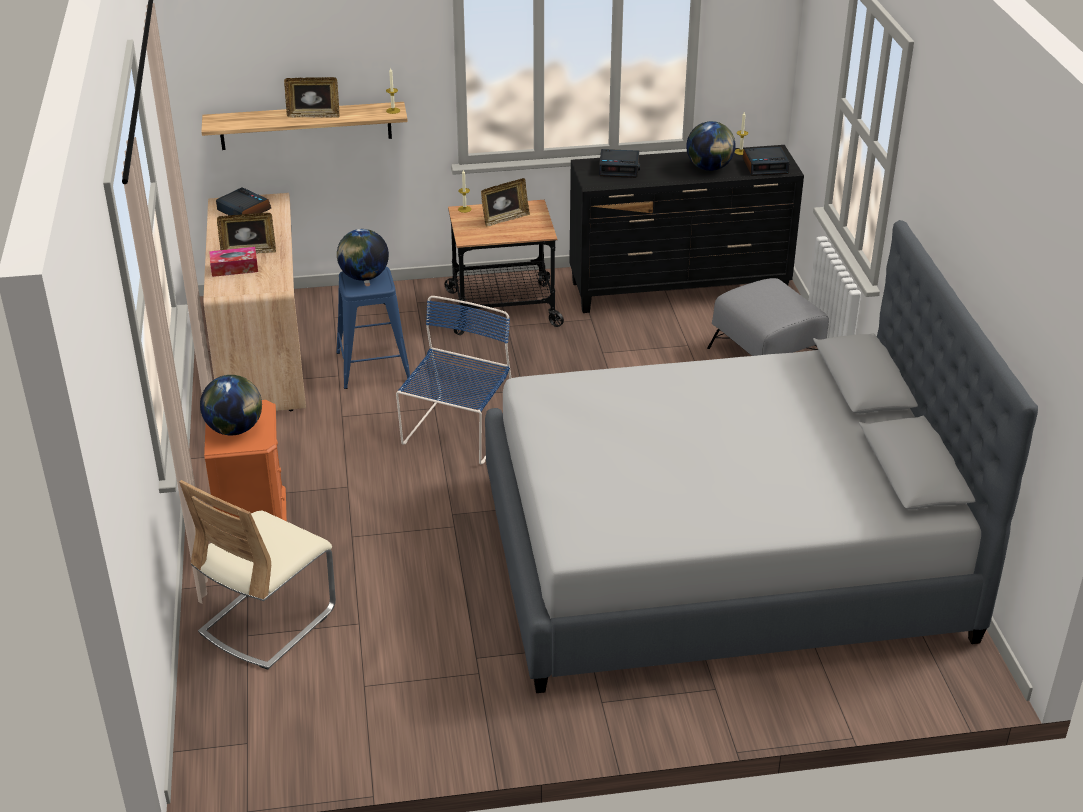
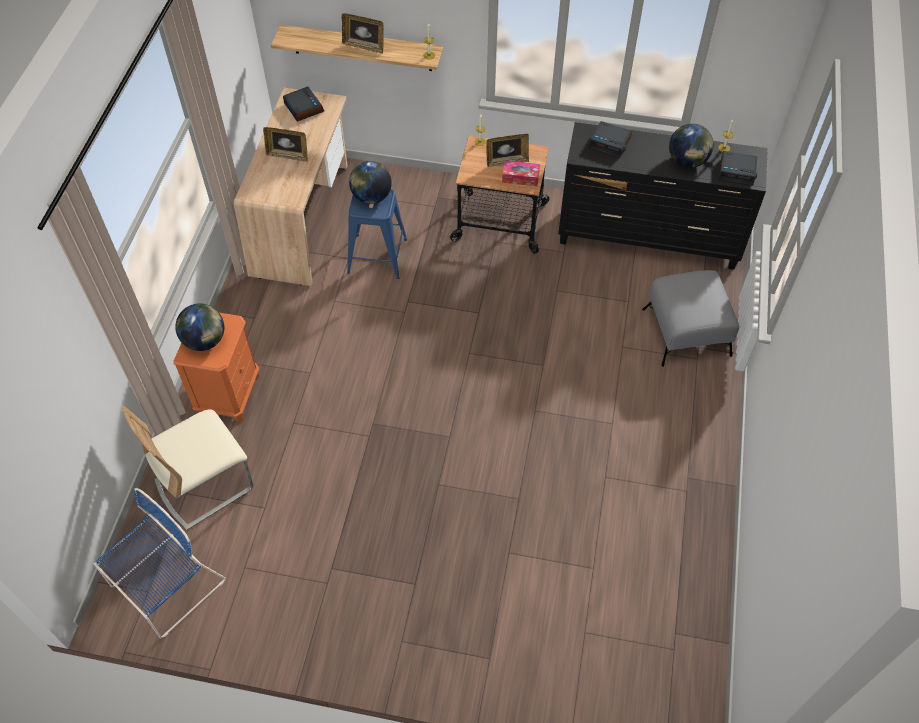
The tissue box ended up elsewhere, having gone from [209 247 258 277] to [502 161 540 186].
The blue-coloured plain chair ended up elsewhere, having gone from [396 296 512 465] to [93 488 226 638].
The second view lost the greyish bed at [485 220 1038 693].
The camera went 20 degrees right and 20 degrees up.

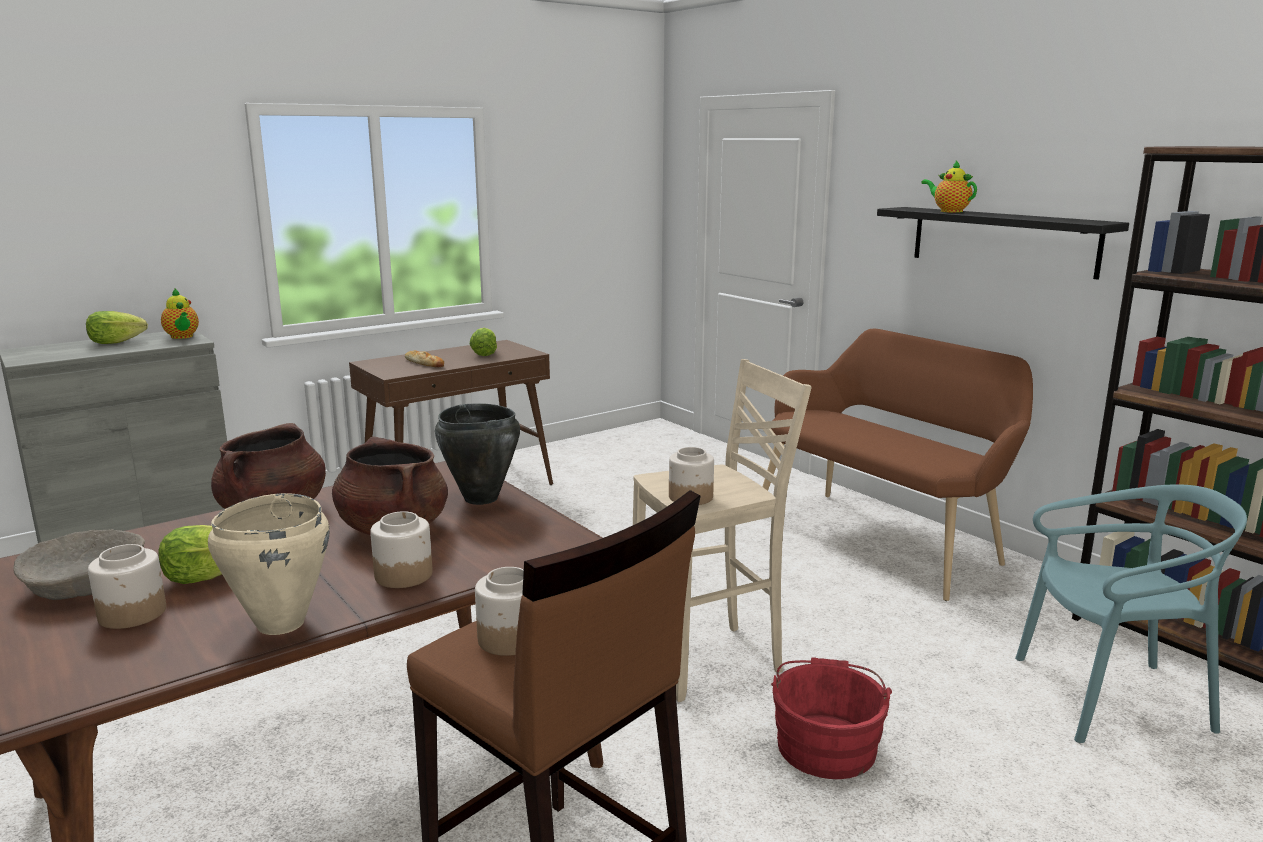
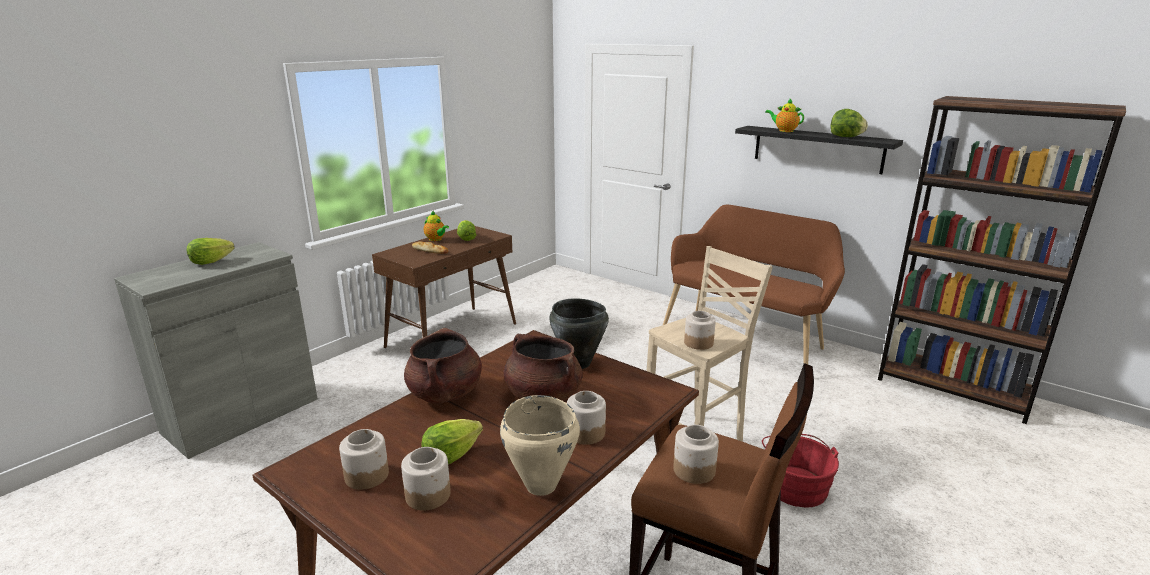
Where the beige-coloured serving bowl stood at [13 529 145 600], the preserve jar came to stand at [339 429 389 490].
The teapot ended up elsewhere, having gone from [161 289 199 339] to [424 211 449 241].
The second view lost the turquoise plain chair at [1015 485 1247 743].
The second view gained the head of lettuce at [830 109 868 137].
The camera went 15 degrees left and 5 degrees up.

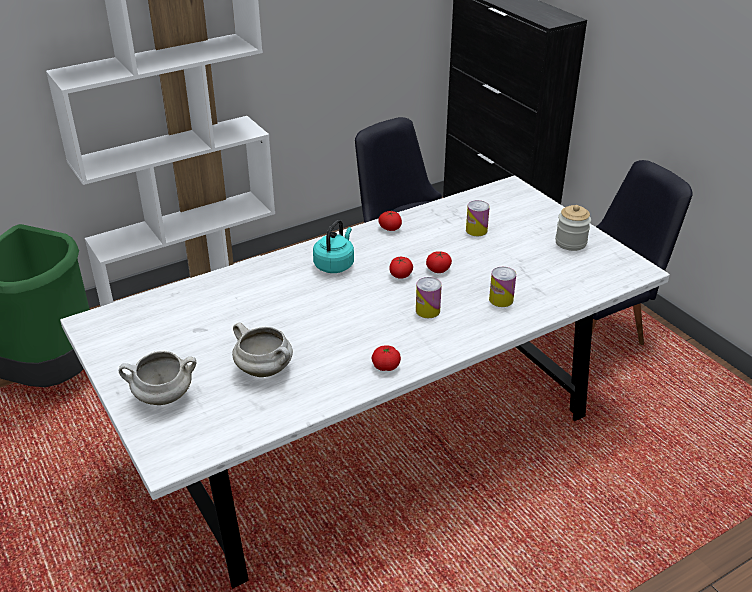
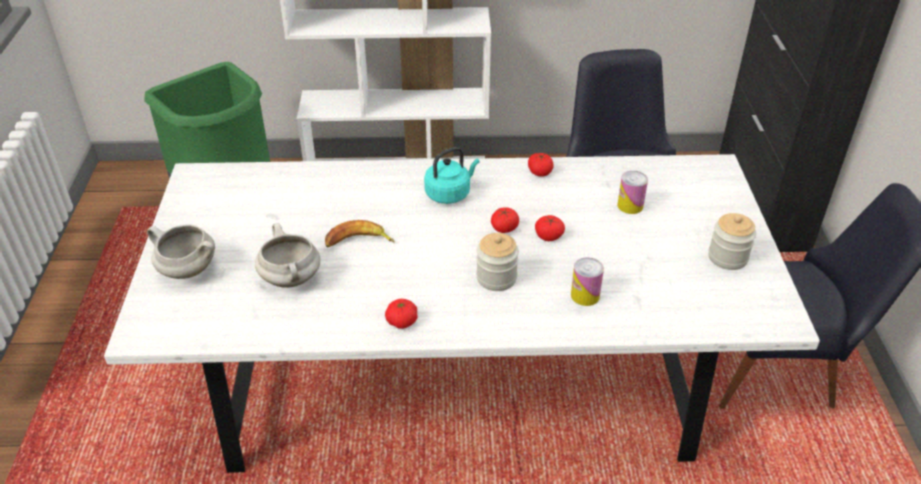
Where the sealed can stood at [416 277 442 318], the preserve jar came to stand at [476 233 519 291].
The second view gained the banana at [325 220 395 247].
The camera went 30 degrees right and 5 degrees up.

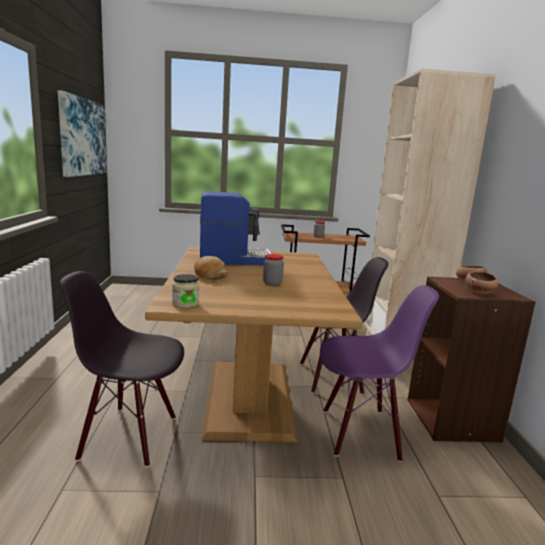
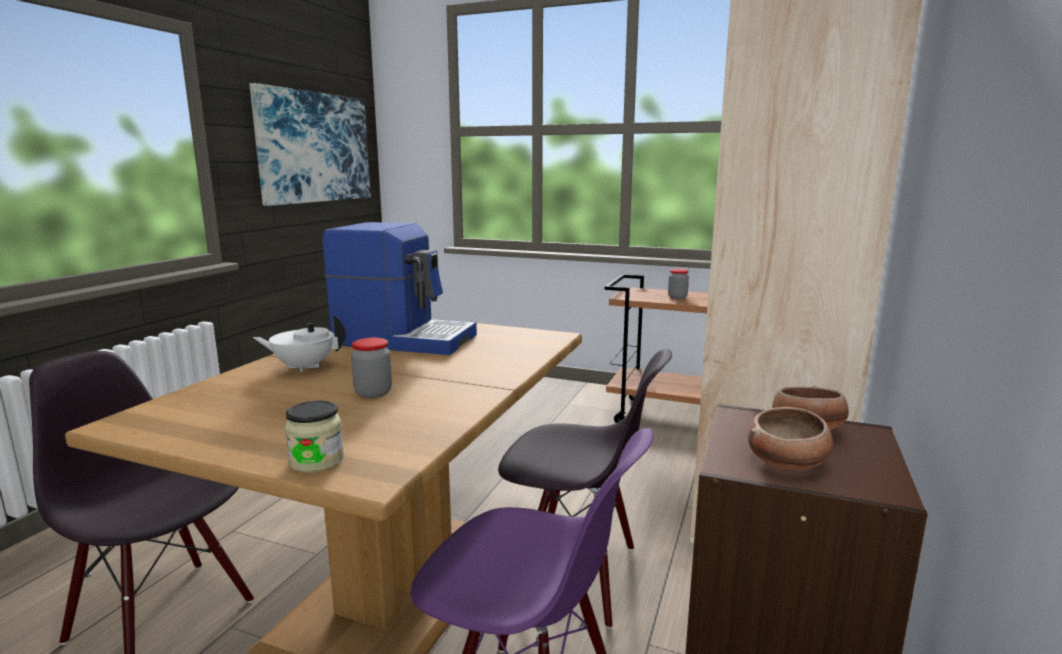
The preserve jar ended up elsewhere, having gone from [172 274 199 308] to [285 401 344 473].
Where the bread stood at [194 256 228 280], the white-coloured teapot came to stand at [253 315 346 372].
The camera went 25 degrees right and 0 degrees up.

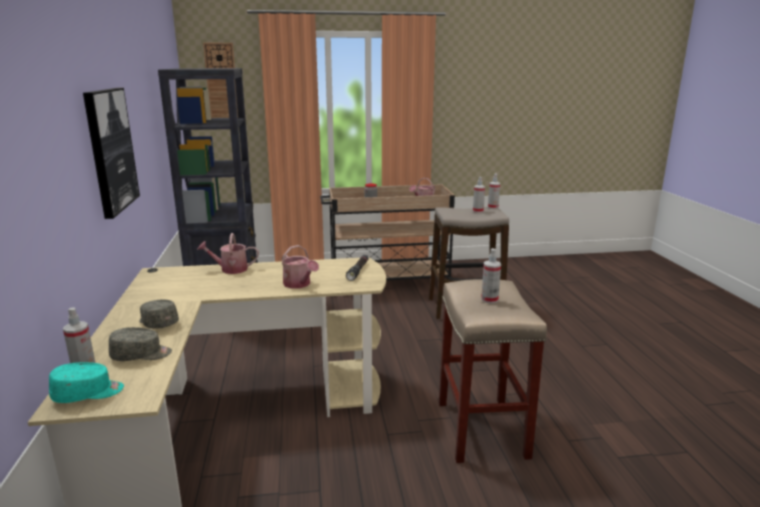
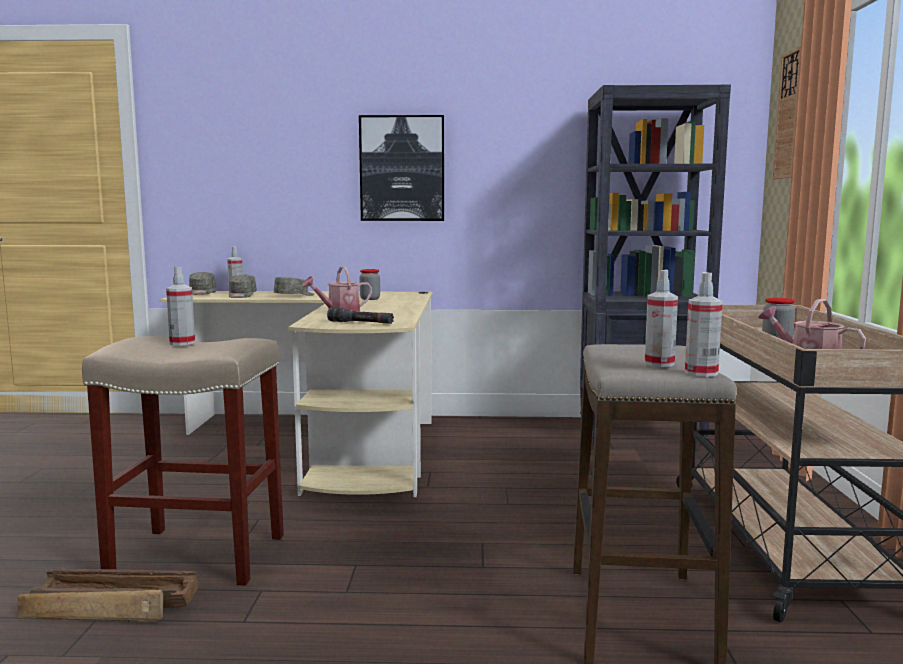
What was the turquoise peaked cap at [49 362 124 403] turned into the greyish peaked cap at [189 272 216 295].
The second view lost the watering pot at [197 233 259 274].
The second view gained the crate at [17 569 198 622].
The second view gained the preserve jar at [360 269 380 300].
The camera went 100 degrees right and 10 degrees down.

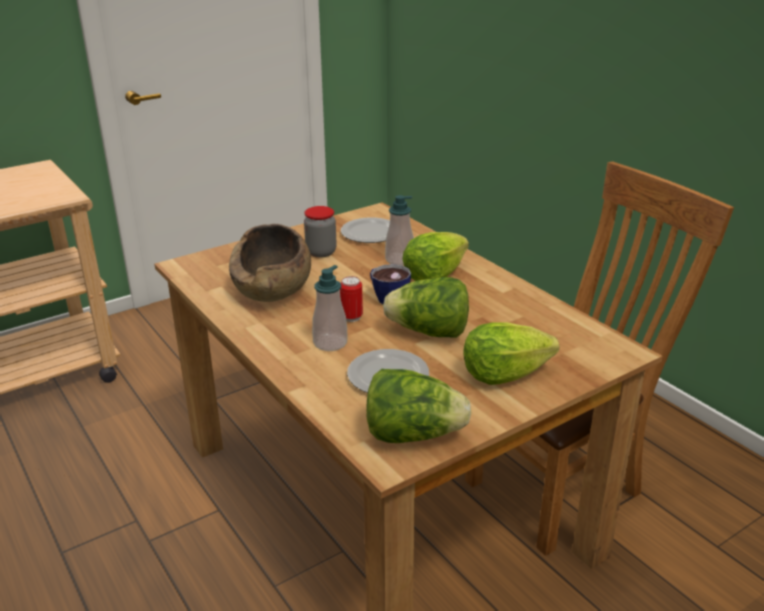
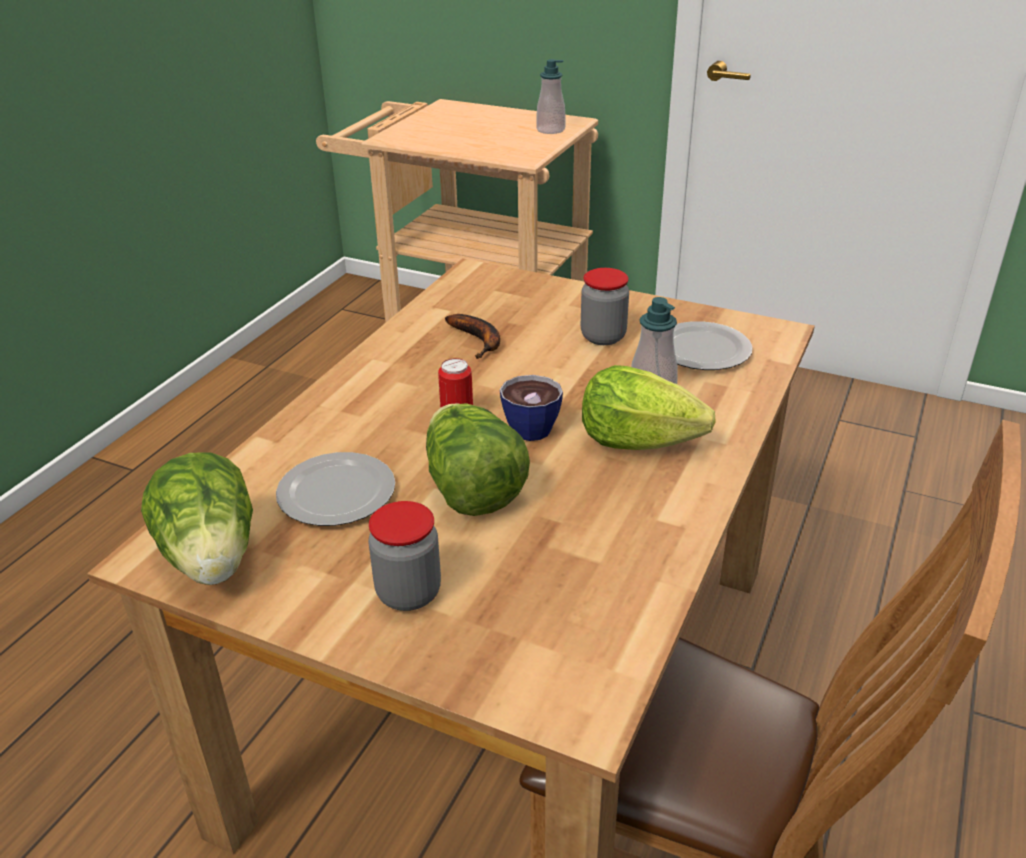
Where the brown-coloured serving bowl stood at [229 224 311 302], the banana came to stand at [445 314 500 359].
The soap bottle ended up elsewhere, having gone from [312 265 348 351] to [536 59 566 134].
Where the head of lettuce stood at [463 322 559 385], the preserve jar came to stand at [368 501 441 611].
The camera went 60 degrees right and 5 degrees up.

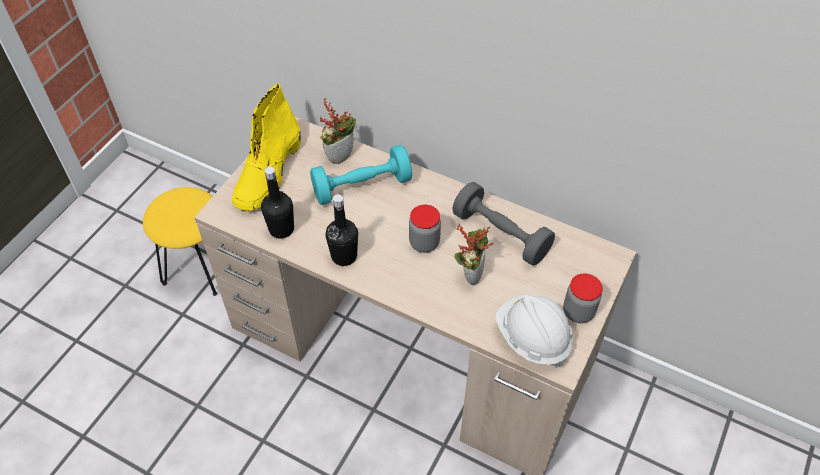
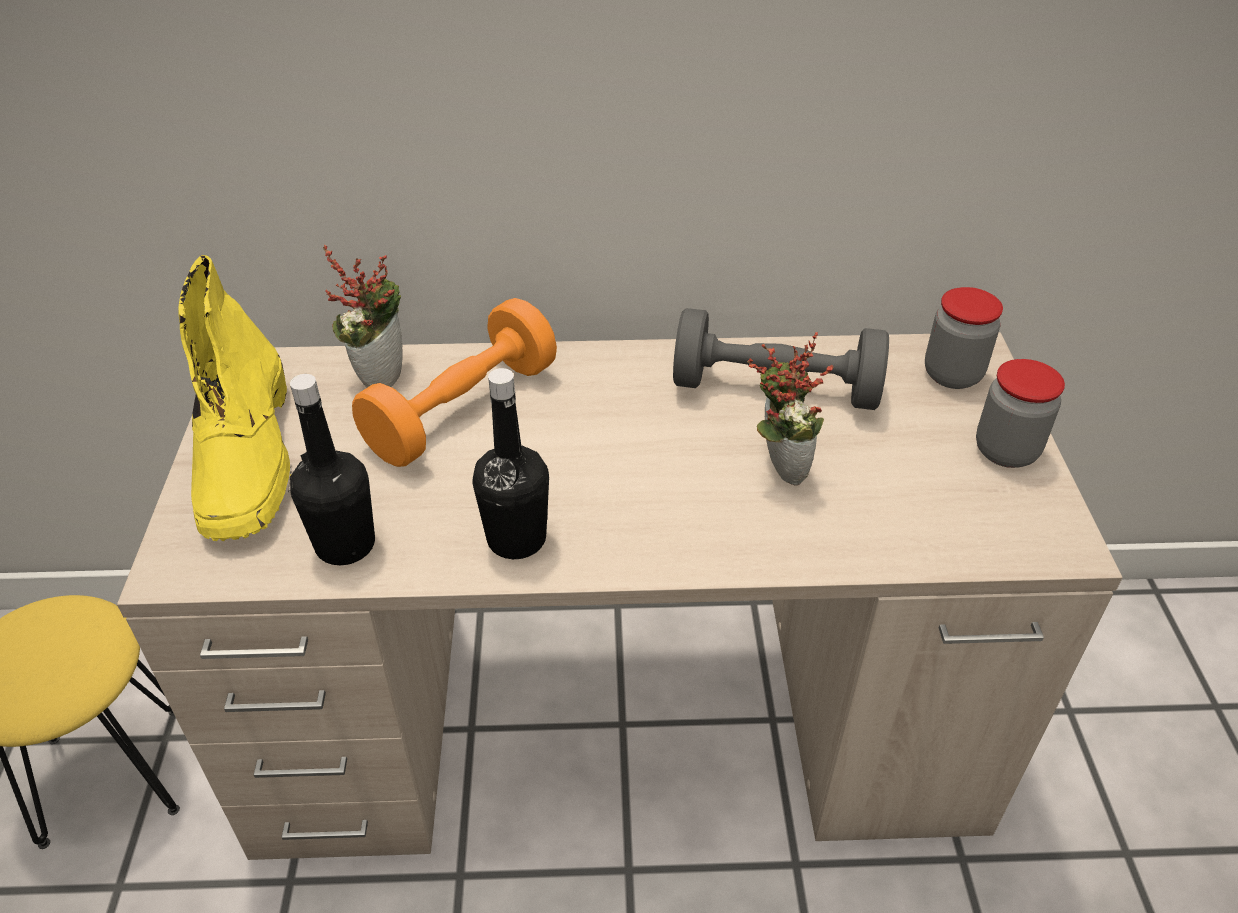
What was the turquoise hand weight at [310 145 412 205] turned into the orangey hand weight at [352 298 557 467].
The preserve jar ended up elsewhere, having gone from [409 205 441 253] to [925 287 1003 389].
The second view lost the white-coloured hard hat at [495 294 573 368].
The camera went 30 degrees left and 10 degrees down.

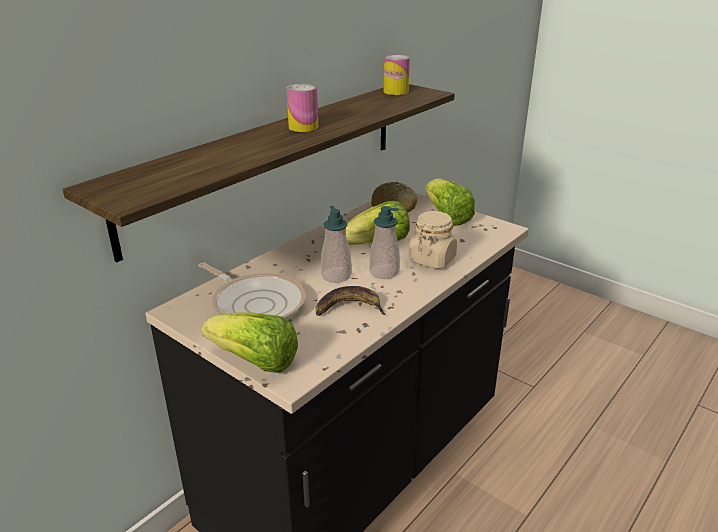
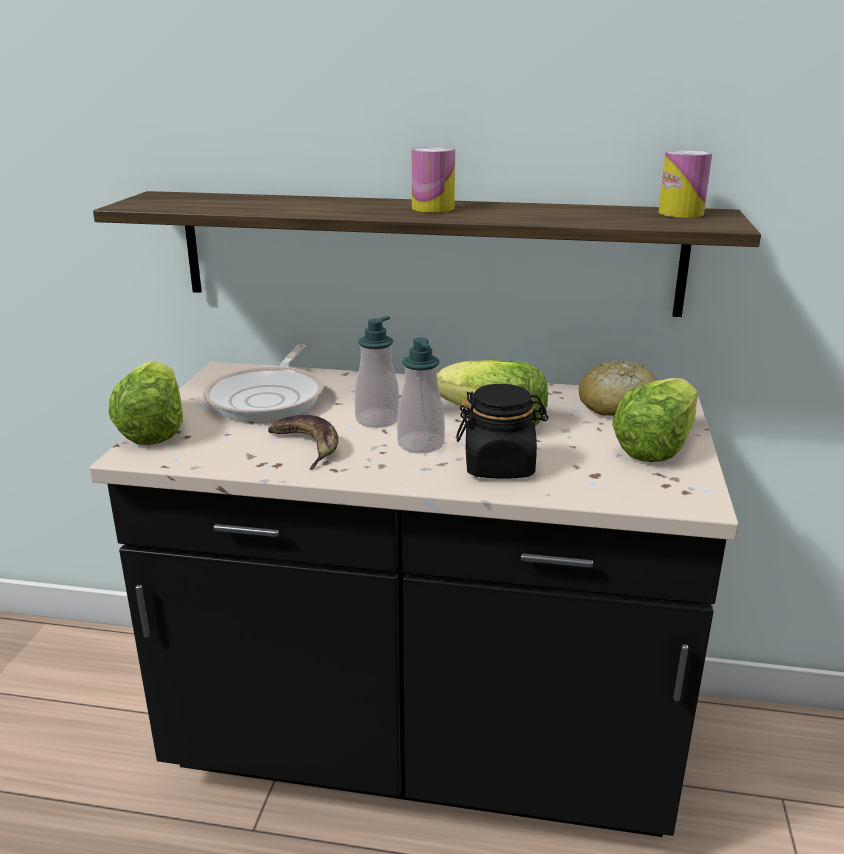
What was the beige-coloured preserve jar at [409 211 457 269] turned into the blackish preserve jar at [456 384 548 479].
The camera went 60 degrees right and 5 degrees down.

